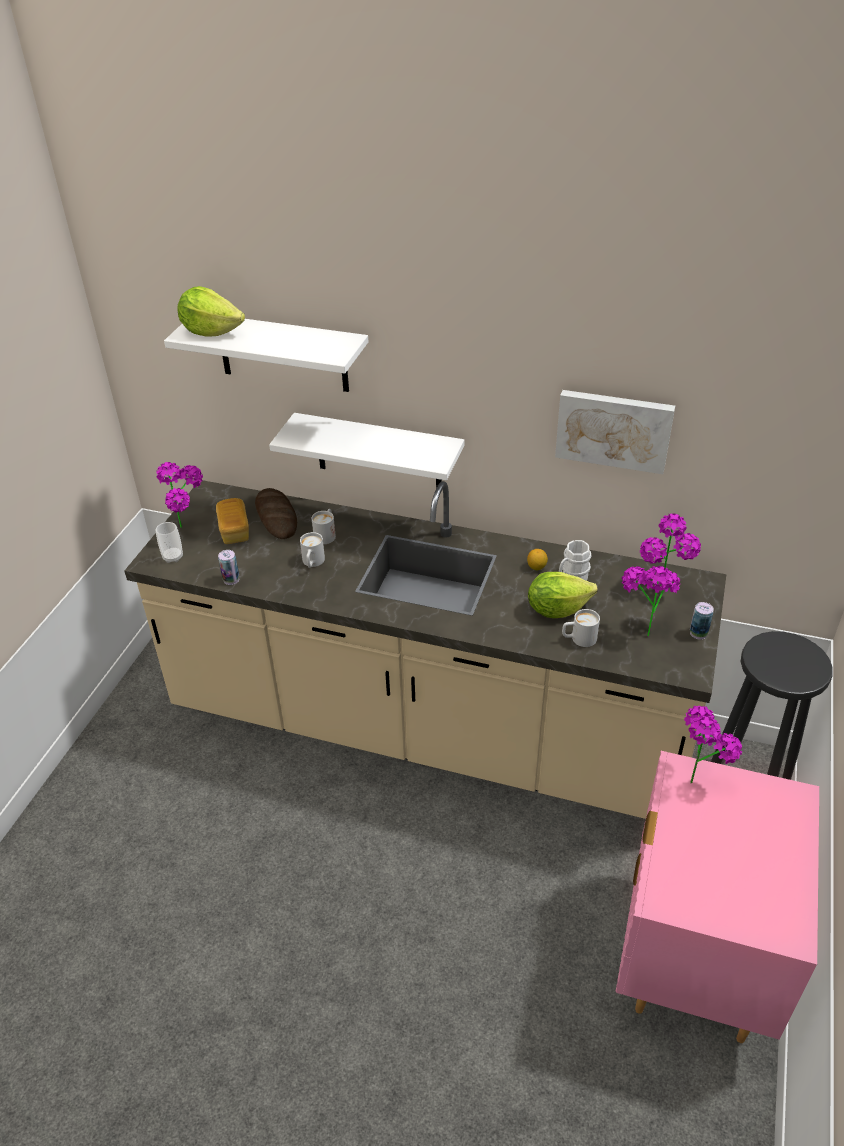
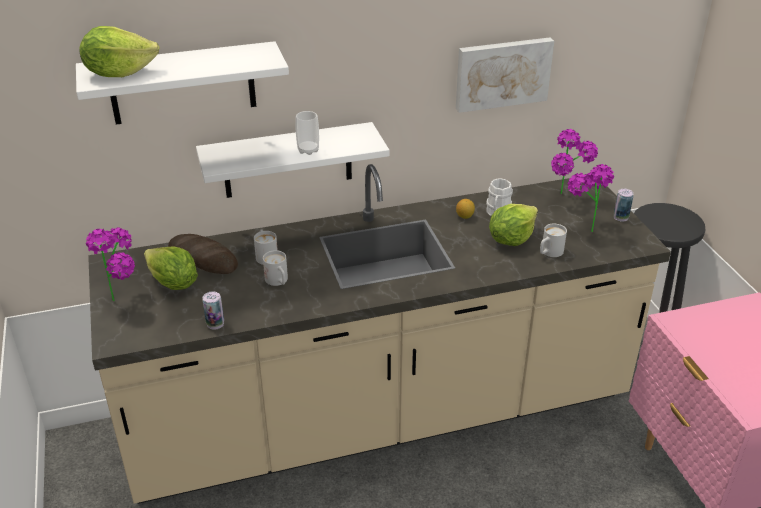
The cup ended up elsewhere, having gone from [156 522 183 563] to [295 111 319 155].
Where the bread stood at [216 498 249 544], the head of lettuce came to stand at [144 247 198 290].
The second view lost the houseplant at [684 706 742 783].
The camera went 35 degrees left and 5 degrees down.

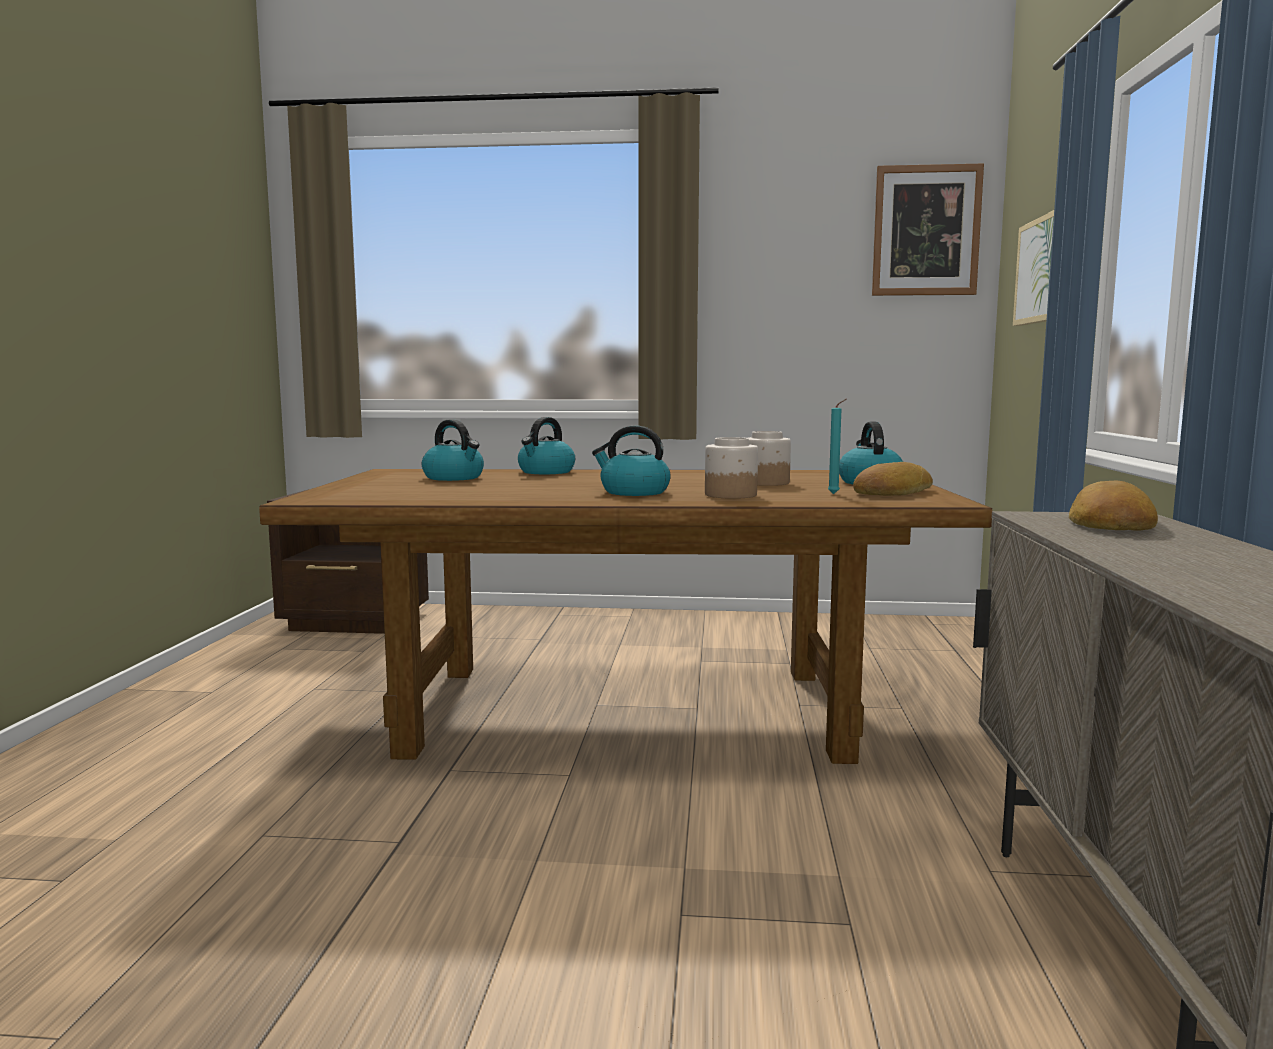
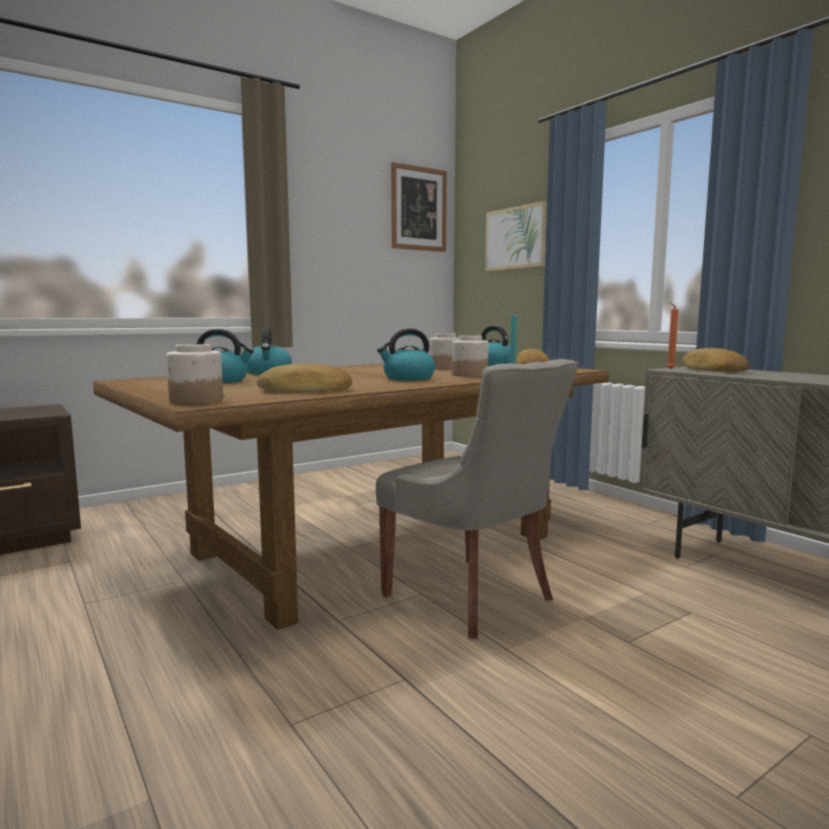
The second view gained the preserve jar at [166 344 223 404].
The second view gained the bread at [257 363 352 393].
The second view gained the greyish plain chair at [376 359 578 639].
The second view gained the orangey candle at [667 303 678 369].
The camera went 40 degrees left and 0 degrees up.

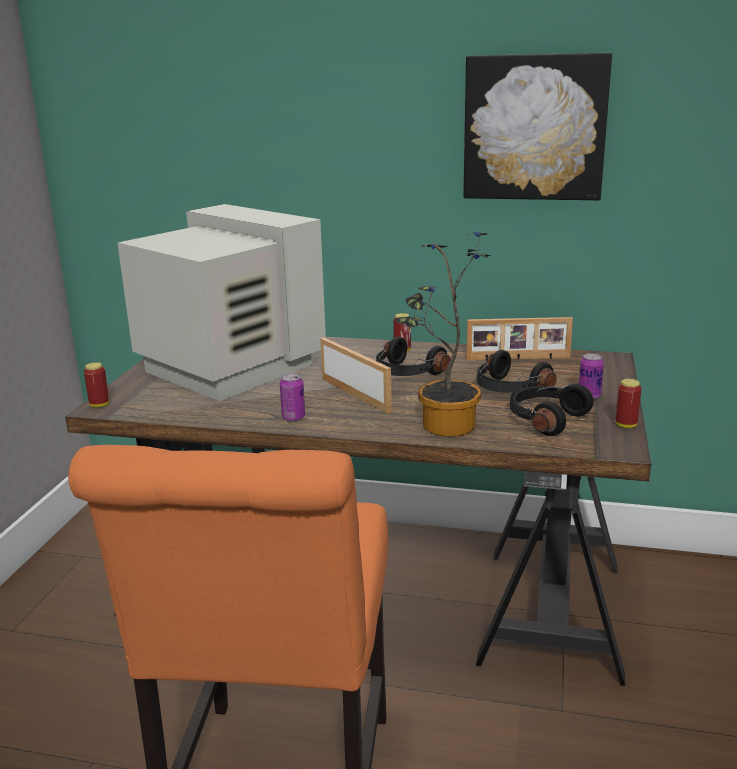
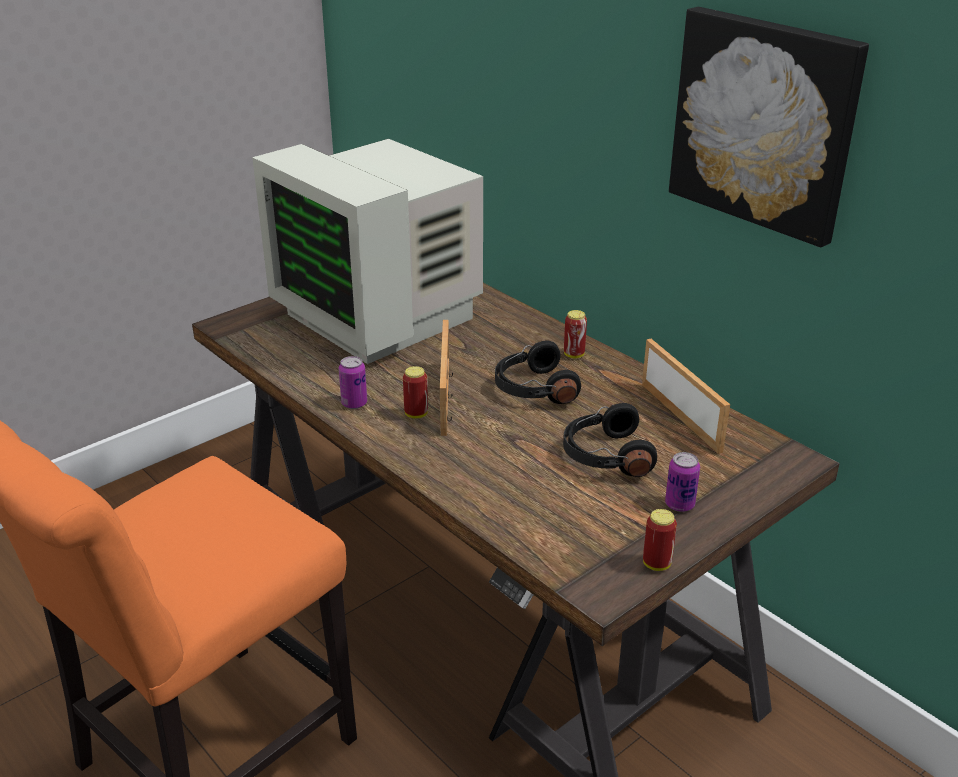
The sealed can ended up elsewhere, having gone from [84 362 110 408] to [403 366 428 419].
The computer display at [117 204 326 401] ended up facing another way, 150 degrees clockwise from before.
The second view lost the houseplant at [395 232 490 437].
The photo frame at [466 317 573 360] ended up facing another way, 150 degrees counterclockwise from before.
The second view lost the blackish headphones at [510 384 593 436].
The camera went 35 degrees right and 10 degrees up.

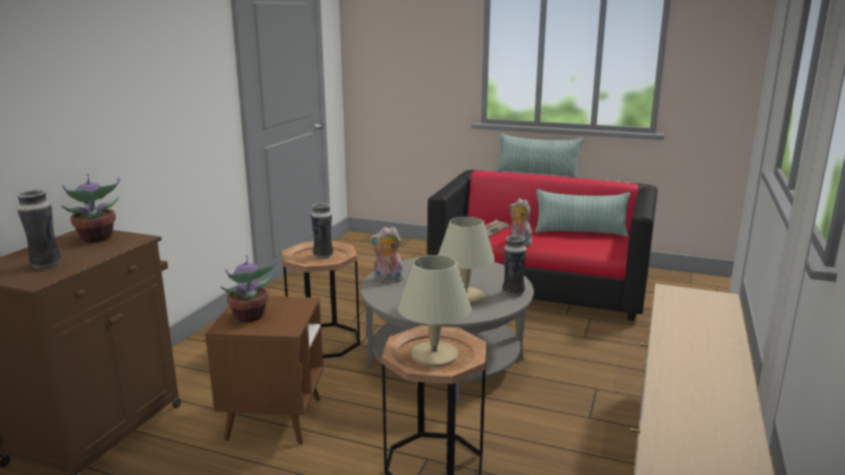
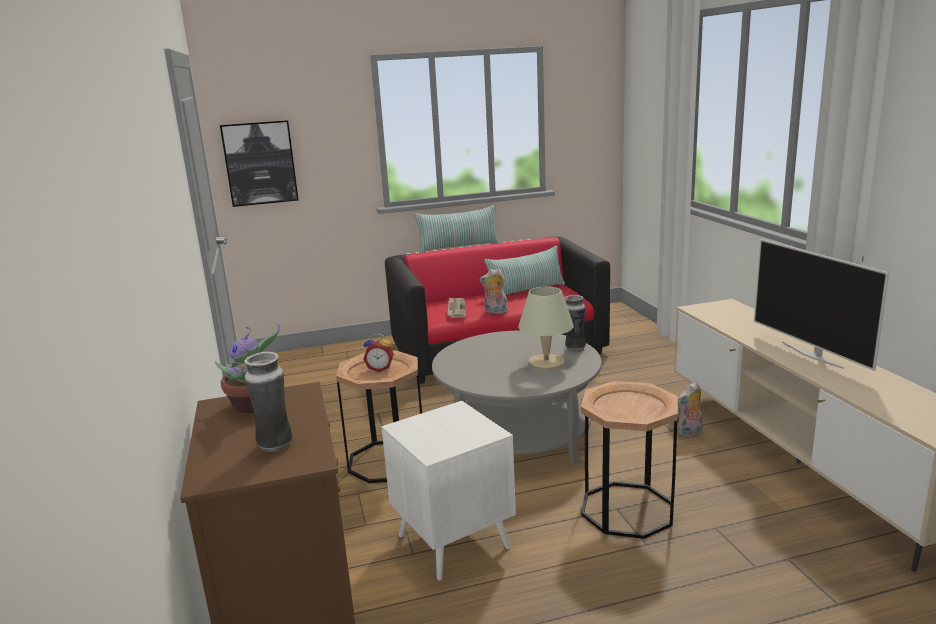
What was the brown-coloured accent table at [205 296 324 446] turned into the white-coloured accent table at [382 401 516 580].
The second view lost the houseplant at [220 255 277 322].
Where the vase stood at [311 203 333 259], the table clock came to stand at [363 333 394 372].
The cuddly toy ended up elsewhere, having gone from [370 227 404 283] to [677 382 703 438].
The second view lost the beige-coloured lamp for a table at [398 255 472 367].
The second view gained the wall art at [220 120 298 207].
The second view gained the TV set at [754 239 889 371].
The camera went 35 degrees left and 0 degrees up.

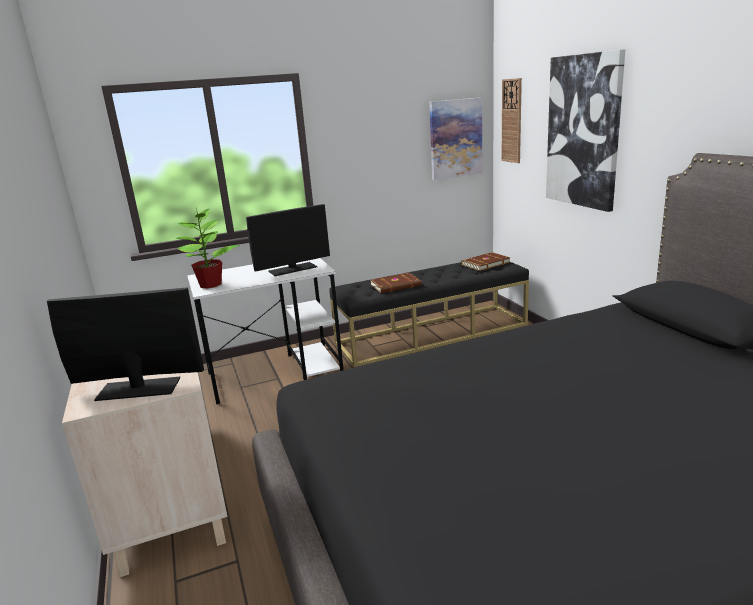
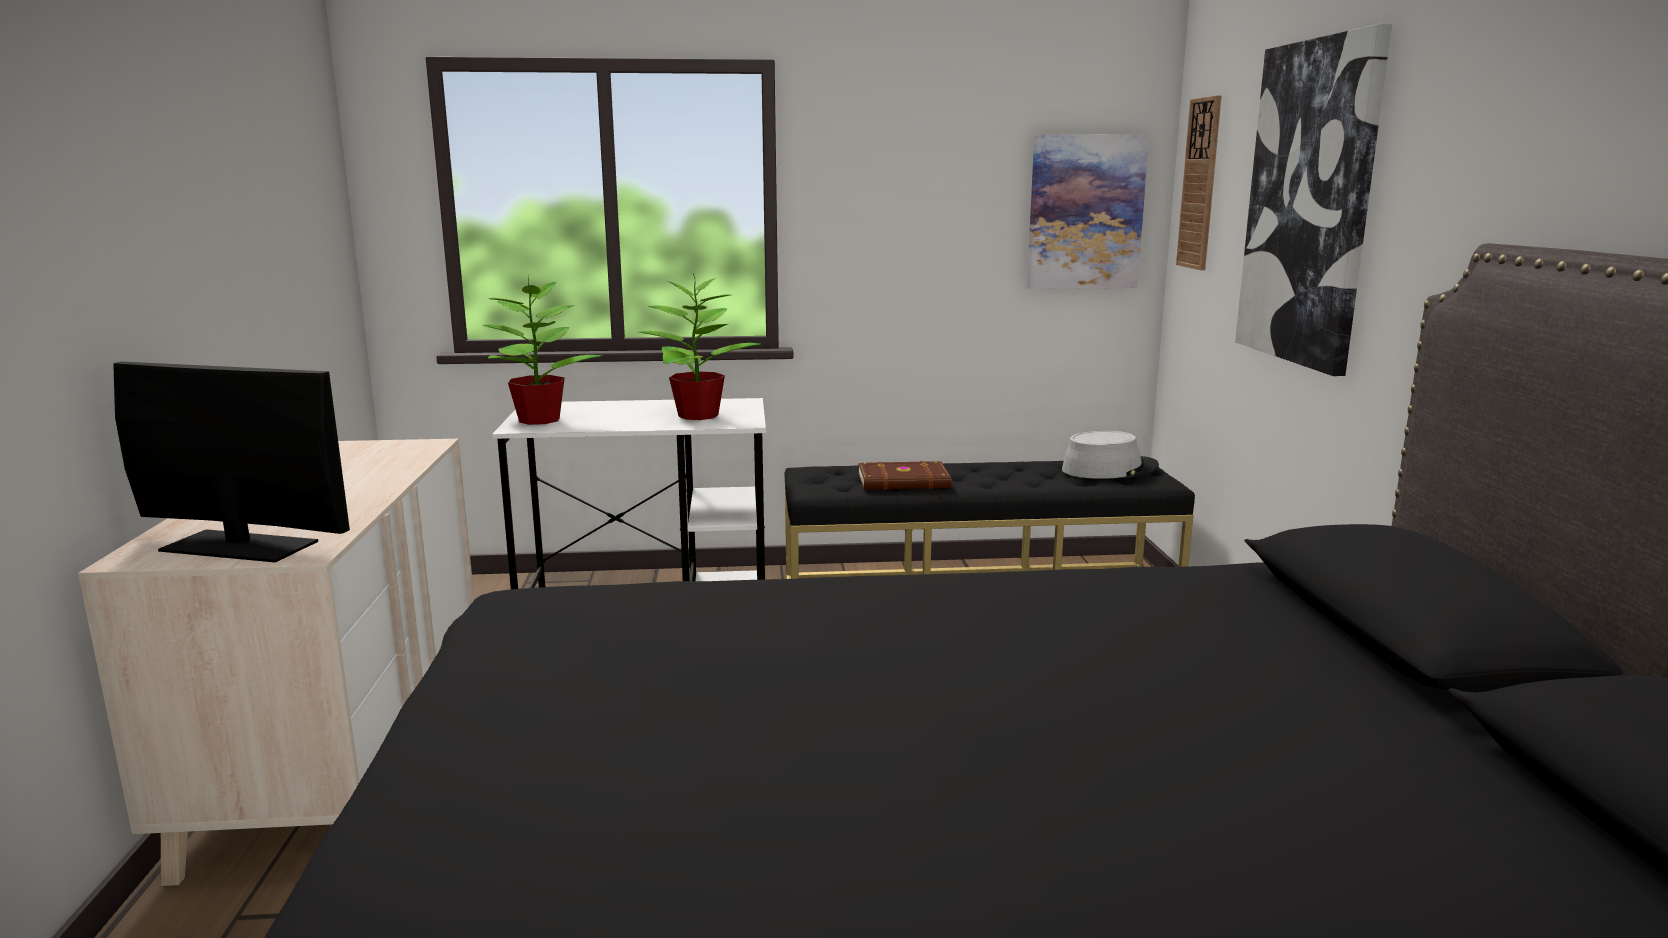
Where the computer display stood at [246 204 330 276], the houseplant came to stand at [639 272 761 420].
Where the brown-coloured volume stood at [461 252 511 271], the greyish hat came to stand at [1062 431 1159 479].
The camera went 15 degrees right and 5 degrees down.

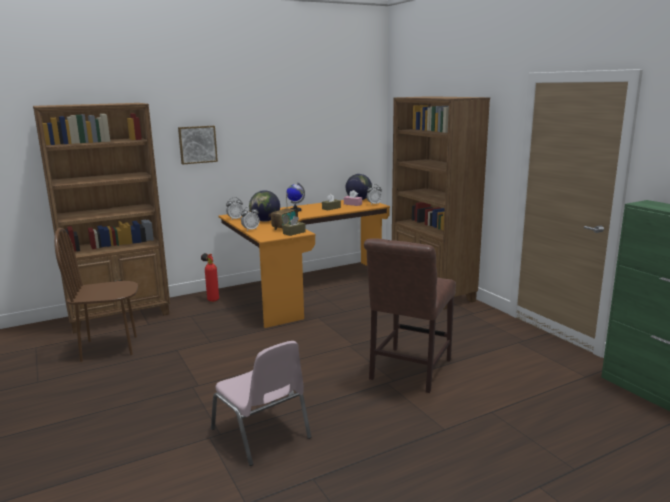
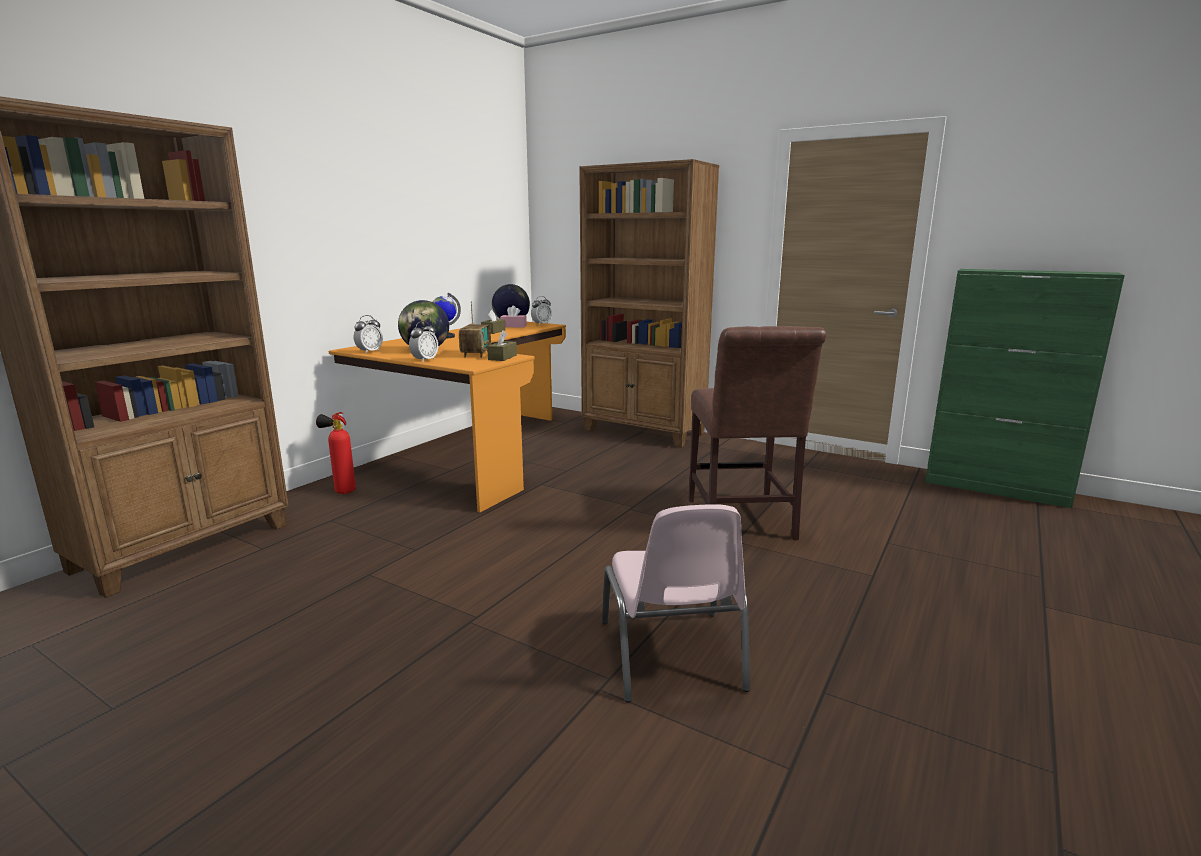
The second view lost the brown-coloured plain chair at [54 228 138 362].
The second view lost the wall art at [178 126 218 165].
The pink-coloured plain chair at [211 341 311 466] ended up facing another way, 60 degrees clockwise from before.
The camera went 30 degrees left and 0 degrees up.

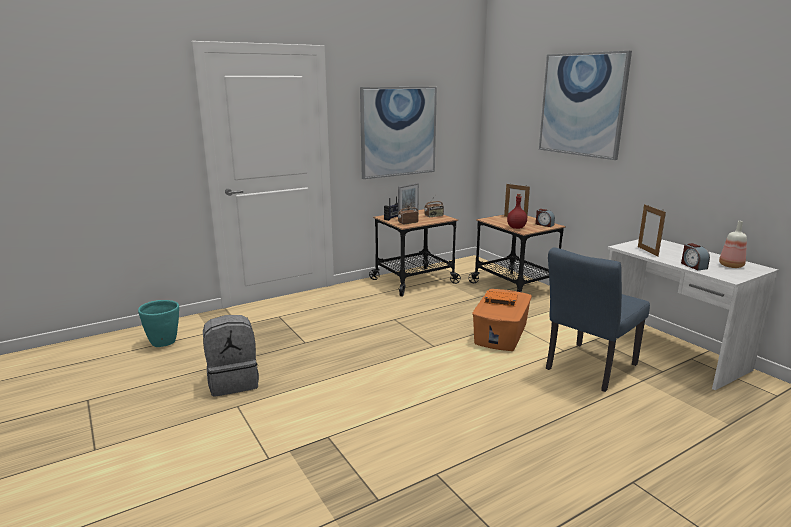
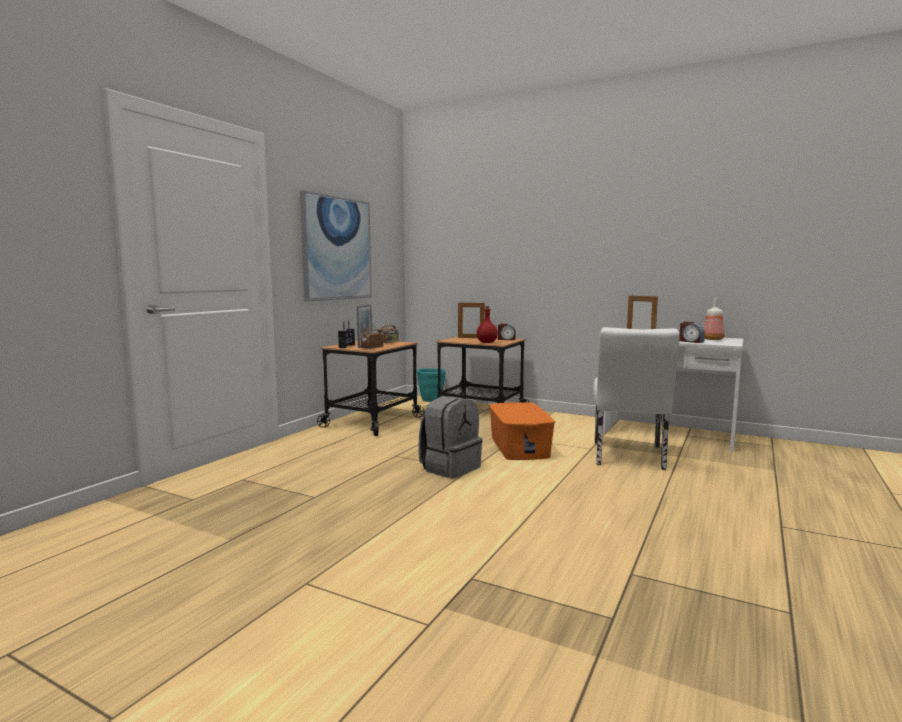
The turquoise plant pot ended up elsewhere, having gone from [138 300 179 347] to [417 368 446 402].
The greyish knapsack ended up elsewhere, having gone from [203 315 259 397] to [418 396 482 479].
The second view lost the orangey volume at [484 290 518 306].
The second view lost the wall art at [539 51 632 160].
What was the blue-coloured plain chair at [546 247 650 392] turned into the white-coloured plain chair at [593 327 680 470].
The camera went 30 degrees left and 10 degrees down.

